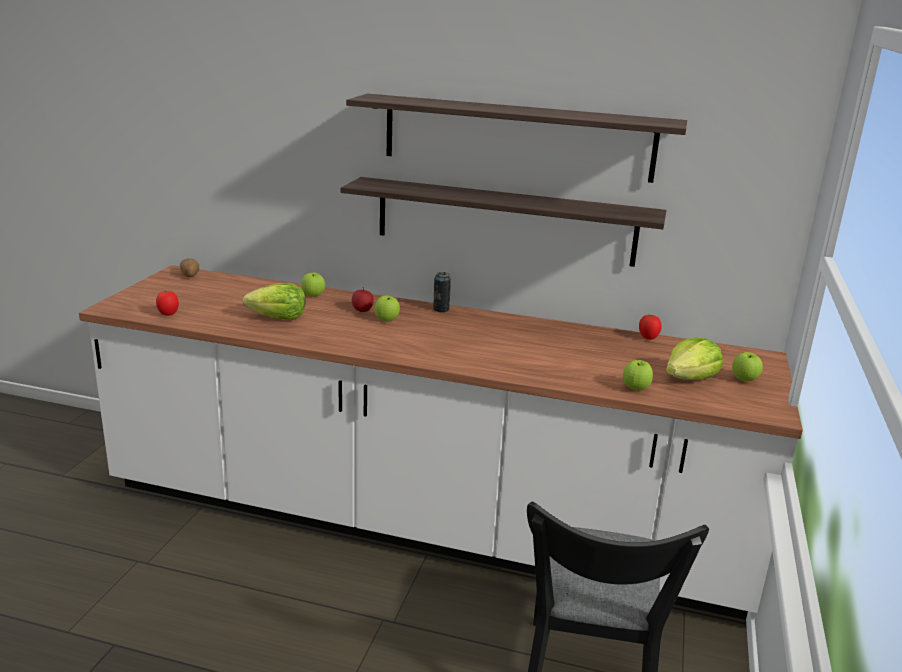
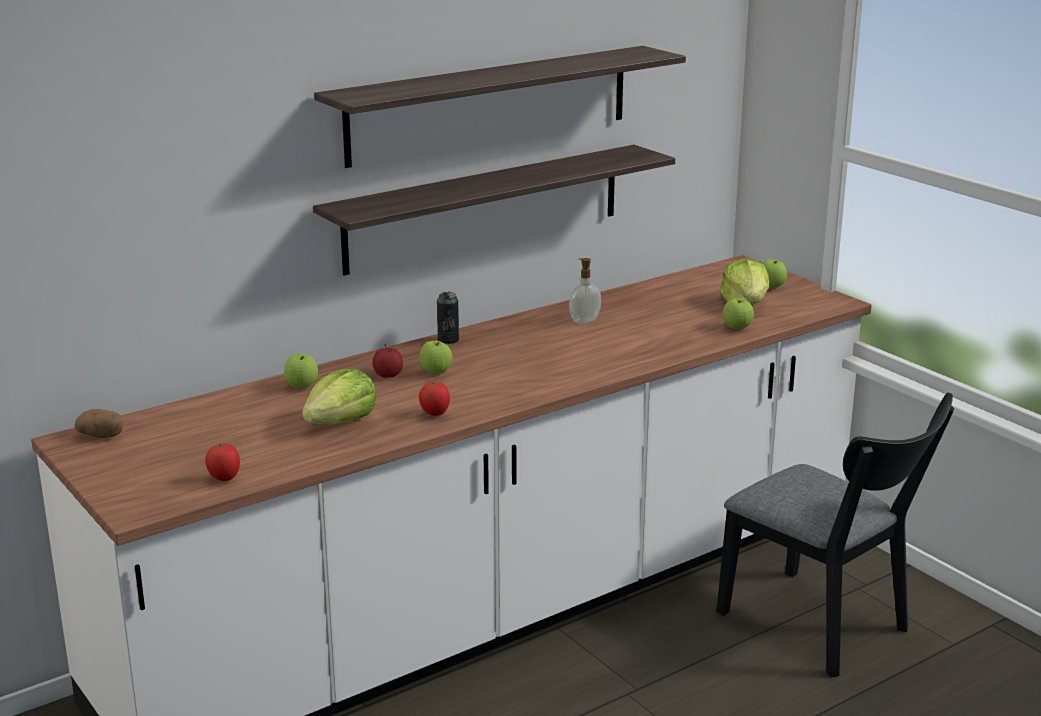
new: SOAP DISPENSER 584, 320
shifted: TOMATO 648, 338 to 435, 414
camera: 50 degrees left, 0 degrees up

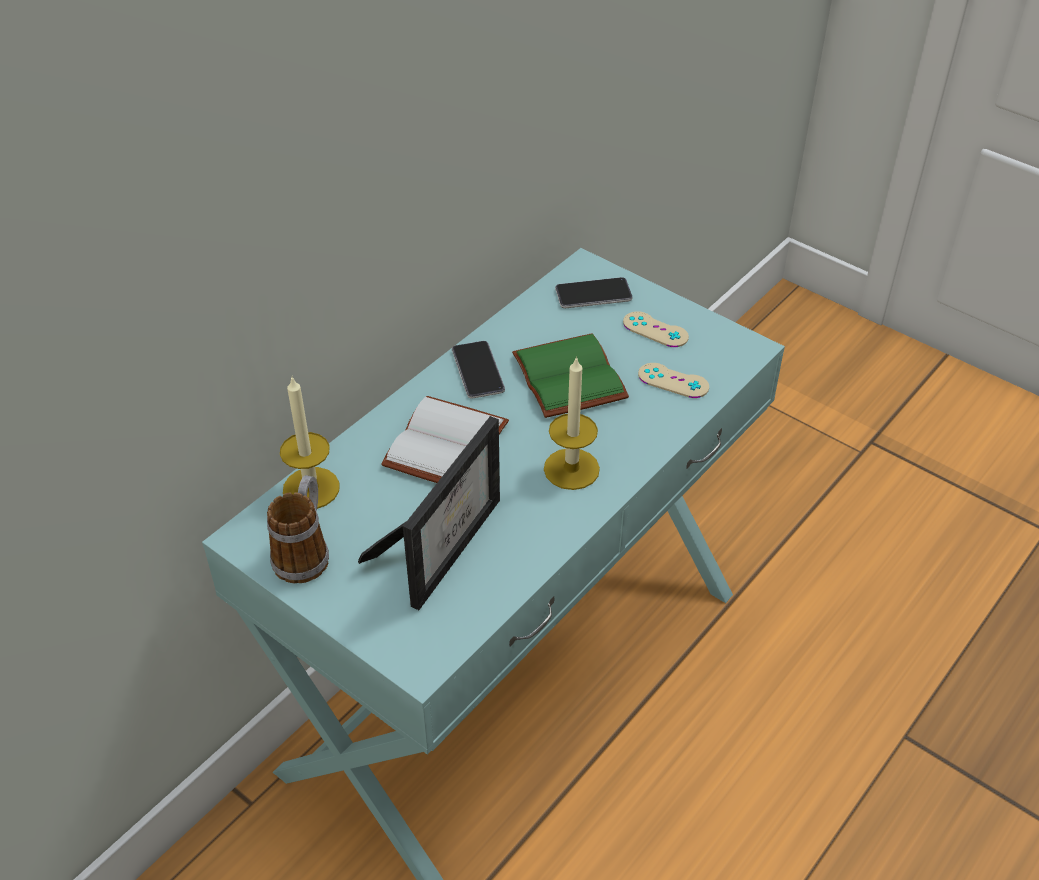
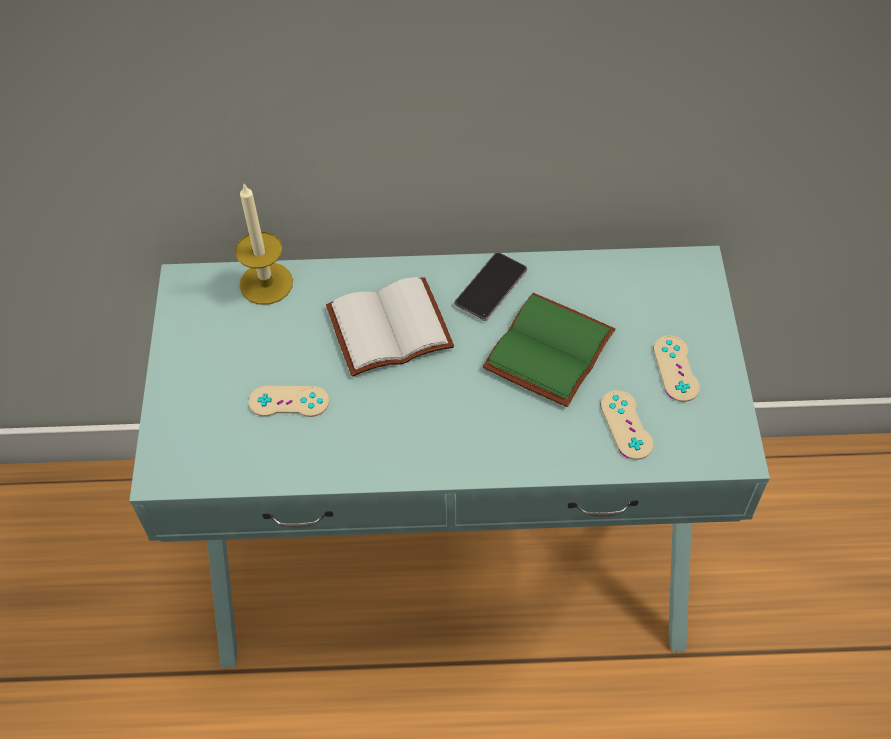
gone: PHONE 593, 294; CANDLE 571, 469; MUG 305, 552
swapped: PICTURE FRAME 444, 543 to BEIGE GAME CONTROLLER 289, 402
camera: 50 degrees right, 10 degrees up

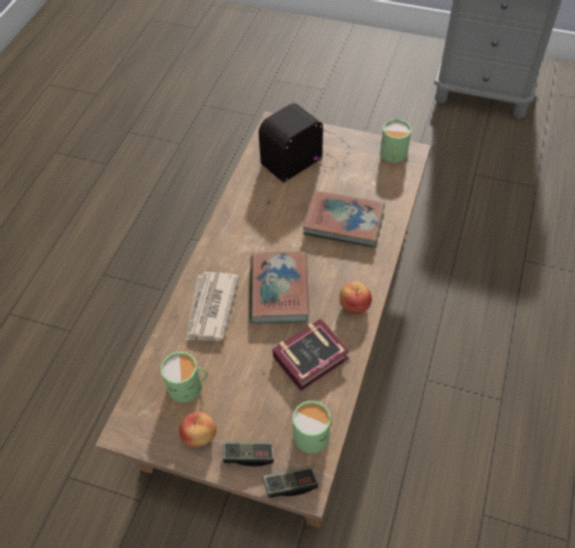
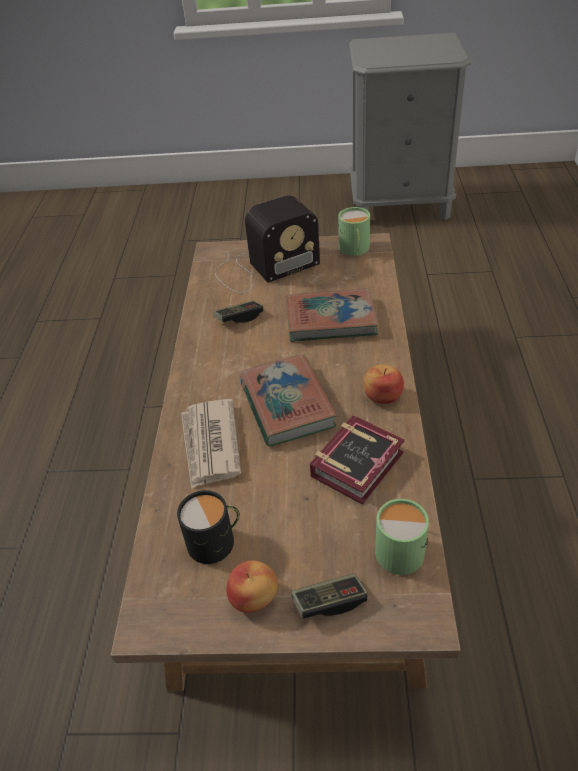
shifted: GAME CONTROLLER 290, 485 to 239, 318
repainted: GREEN MUG 188, 386 to BLACK MUG 216, 541
rotated: RADIO 309, 154 = 262, 268 150 degrees counterclockwise
camera: 15 degrees left, 10 degrees down

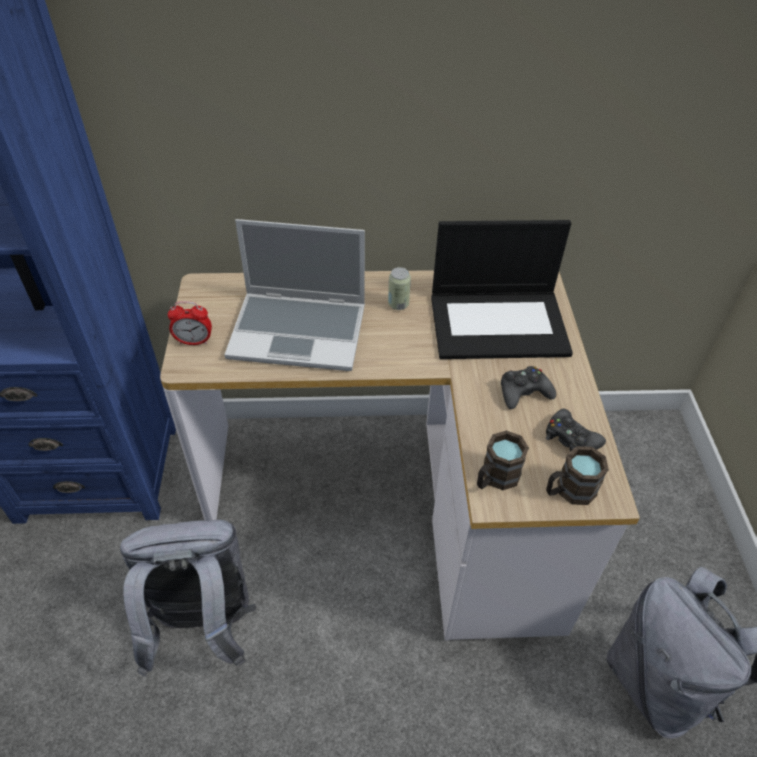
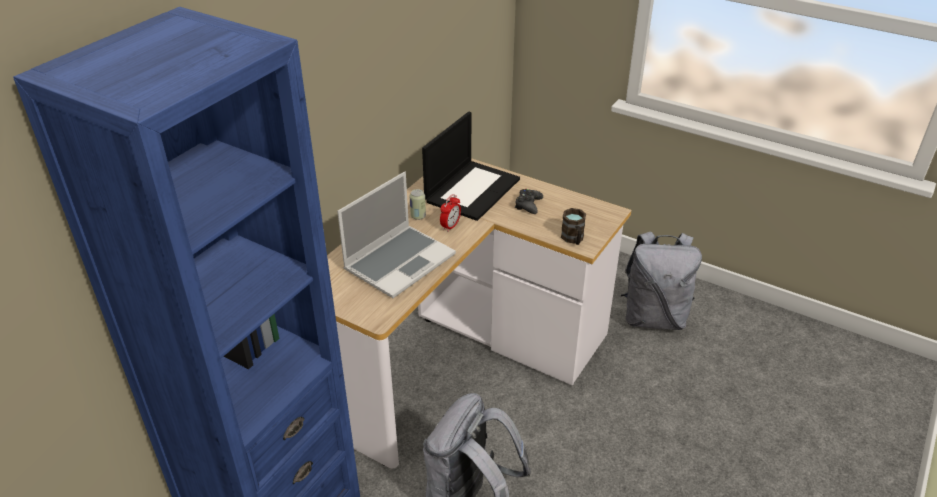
gone: BLACK GAME CONTROLLER 570, 439; BROWN MUG 568, 491
shifted: ALARM CLOCK 194, 341 to 450, 226
camera: 55 degrees left, 10 degrees down

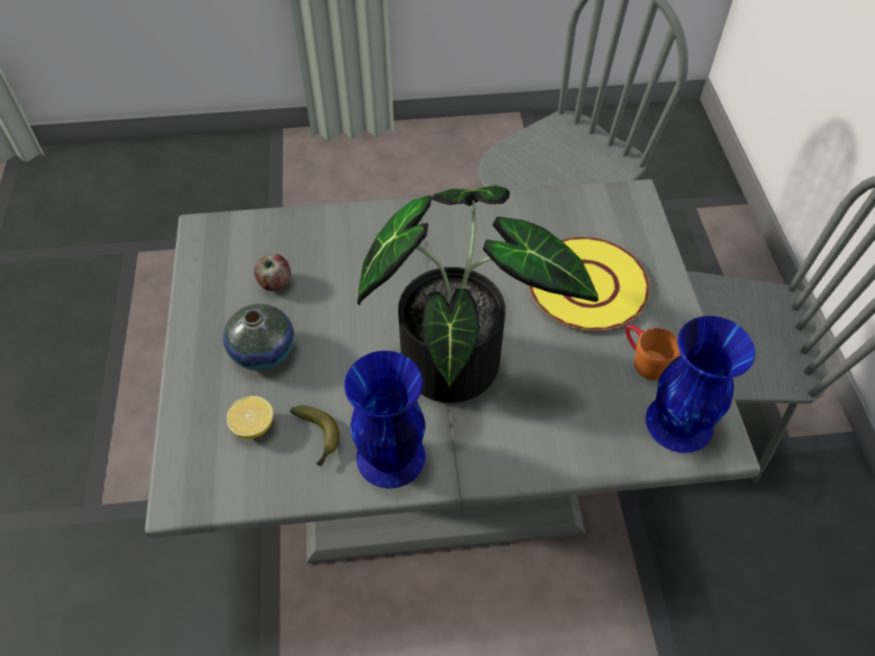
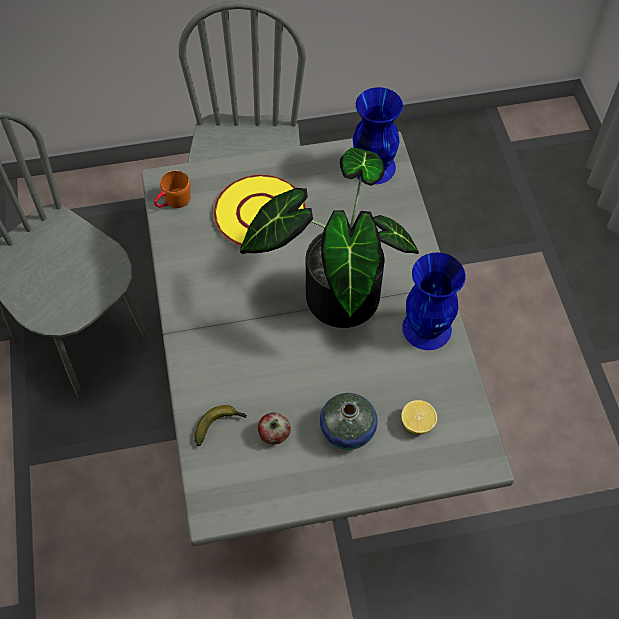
shifted: ORANGE MUG 644, 360 to 173, 202; BANANA 318, 438 to 219, 425
camera: 95 degrees left, 5 degrees up

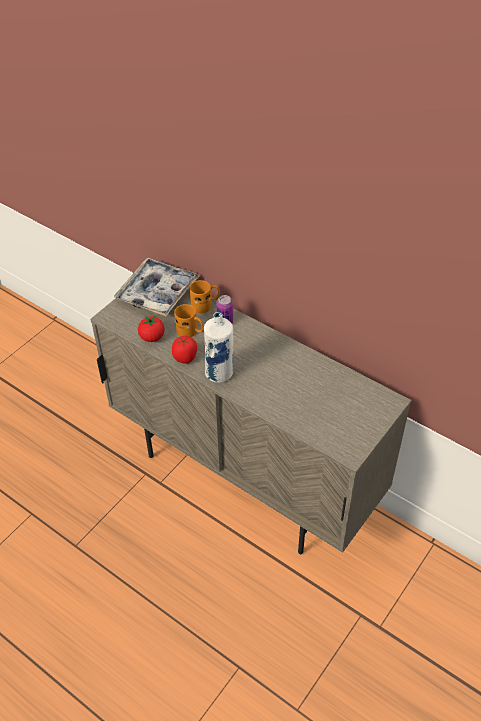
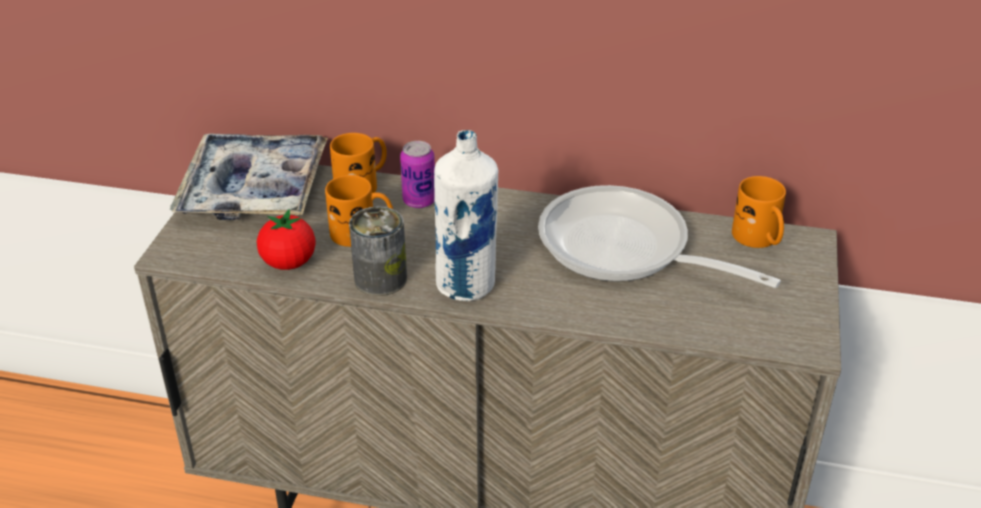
new: ORANGE MUG 760, 240; FRYING PAN 625, 250
swapped: TOMATO 185, 358 to CAN 380, 278
camera: 25 degrees left, 10 degrees down

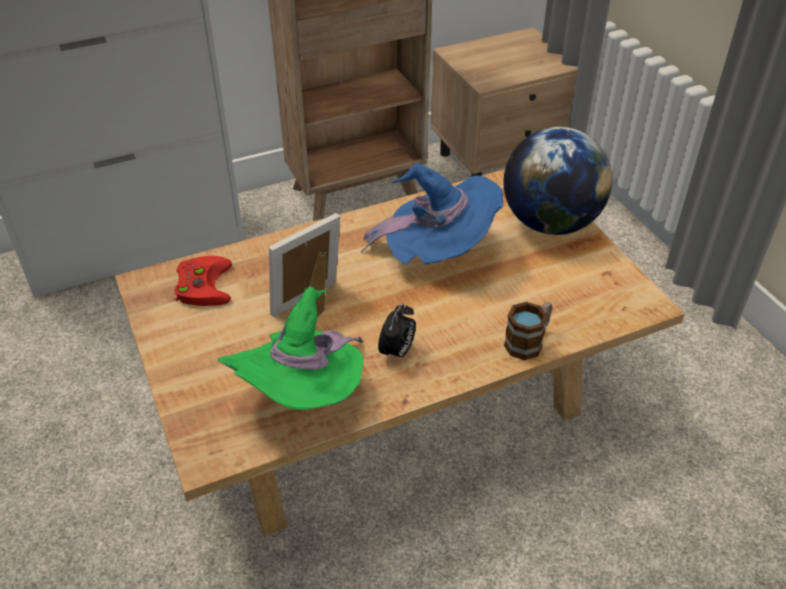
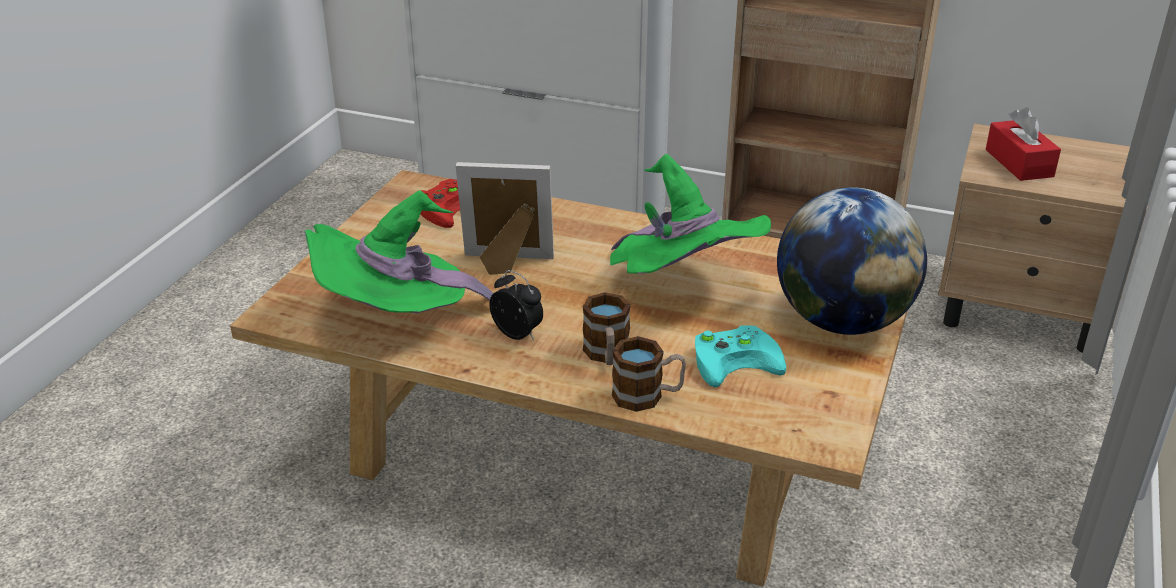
new: RED TISSUE BOX 1019, 163; MUG 607, 355; TURQUOISE GAME CONTROLLER 737, 359
repainted: BLUE HAT 438, 252 to GREEN HAT 683, 285
rotated: ALARM CLOCK 397, 352 = 518, 334 120 degrees counterclockwise
camera: 45 degrees right, 10 degrees down

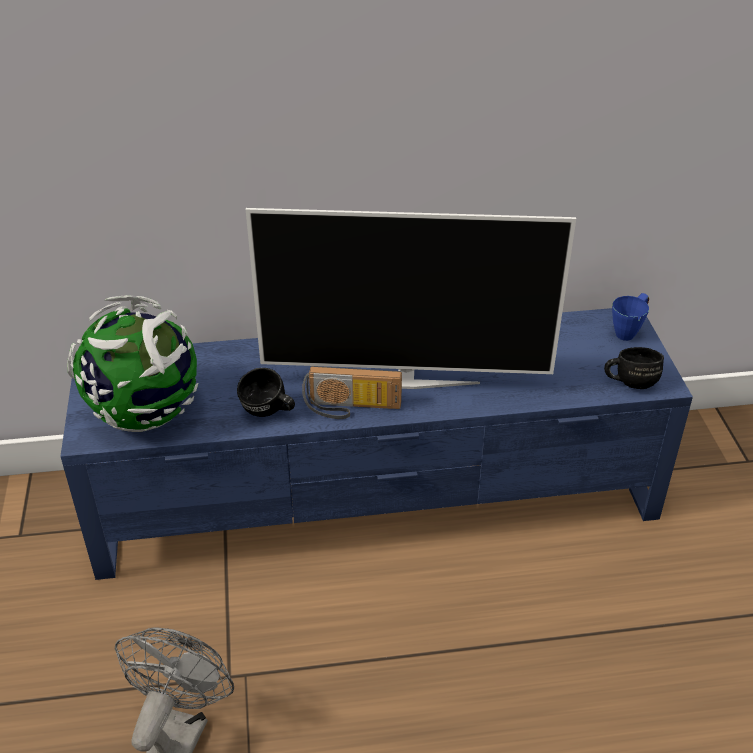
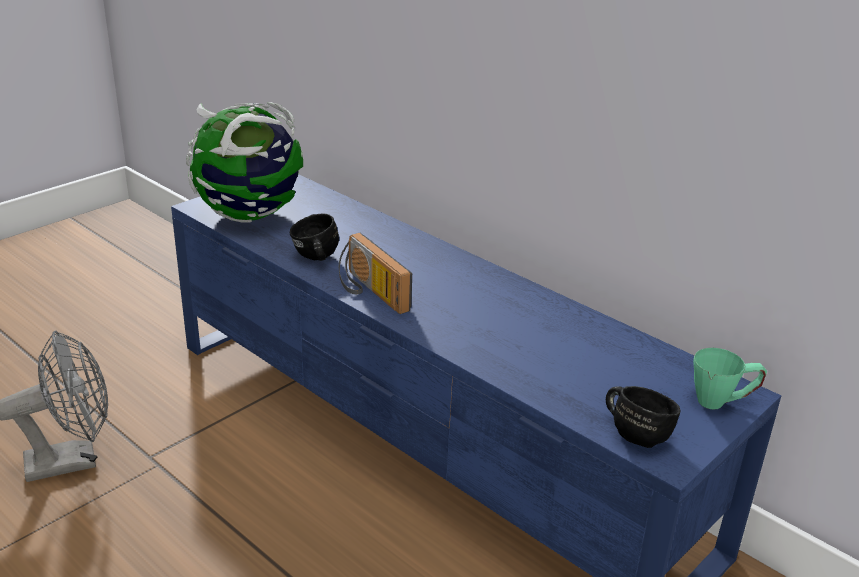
gone: TELEVISION 405, 379
repainted: BLUE MUG 629, 331 to GREEN MUG 722, 402
camera: 50 degrees right, 10 degrees down

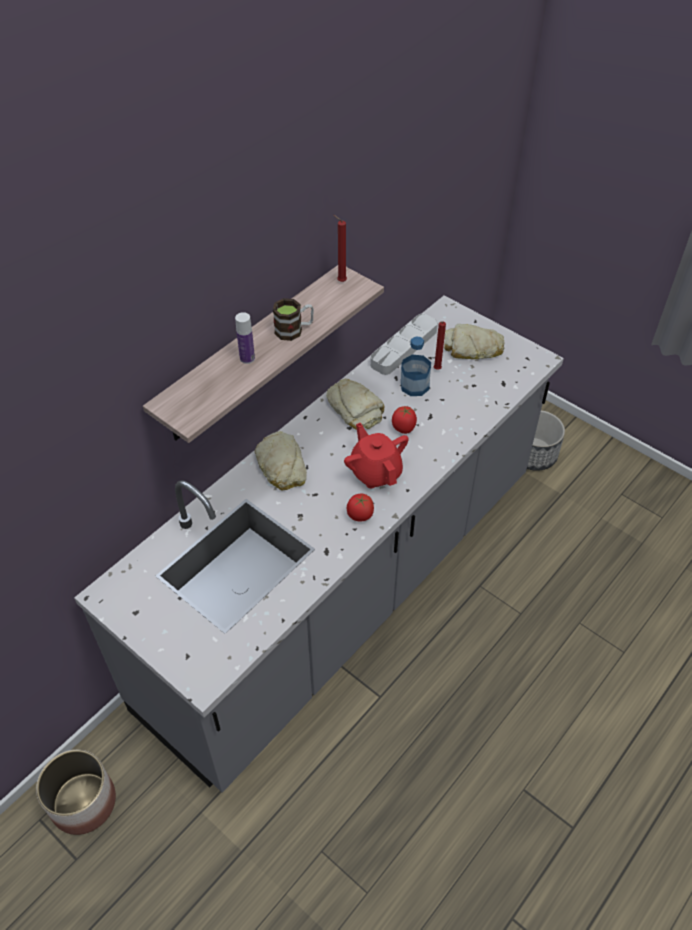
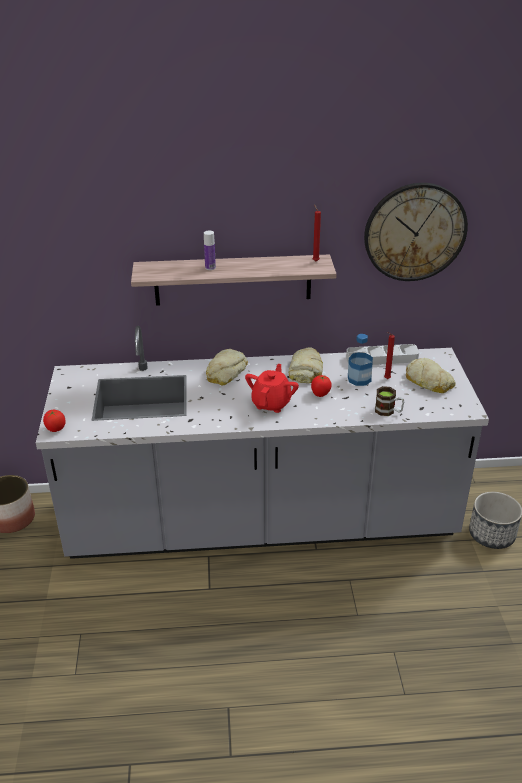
new: WALL CLOCK 415, 232
shifted: MUG 294, 330 to 388, 411; TOMATO 360, 515 to 55, 429
camera: 45 degrees right, 15 degrees down

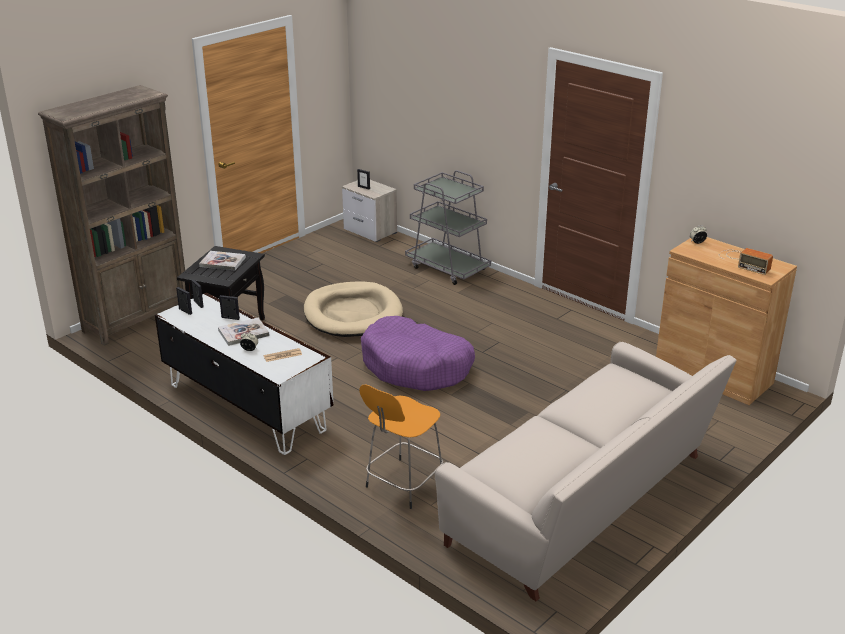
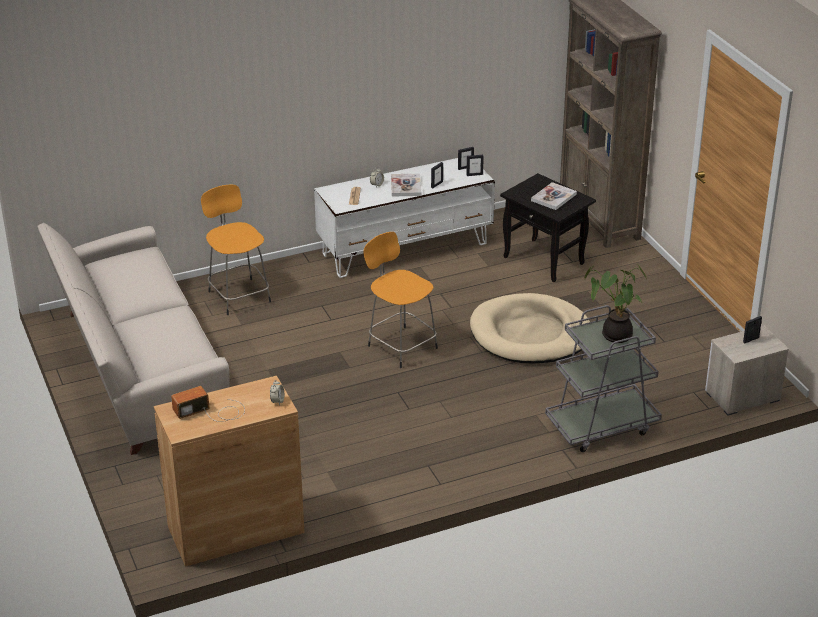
new: POTTED PLANT 614, 335
swapped: PURPLE DOG BED 416, 366 to ORANGE STOOL 401, 346
camera: 115 degrees right, 5 degrees up

